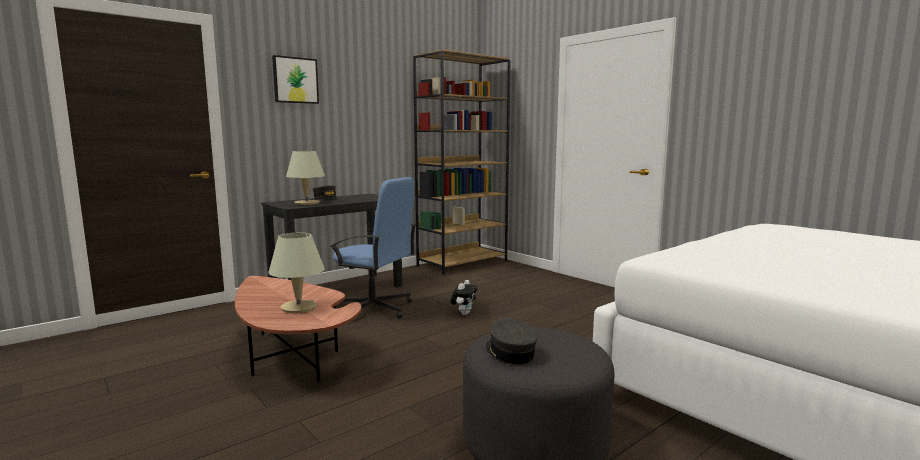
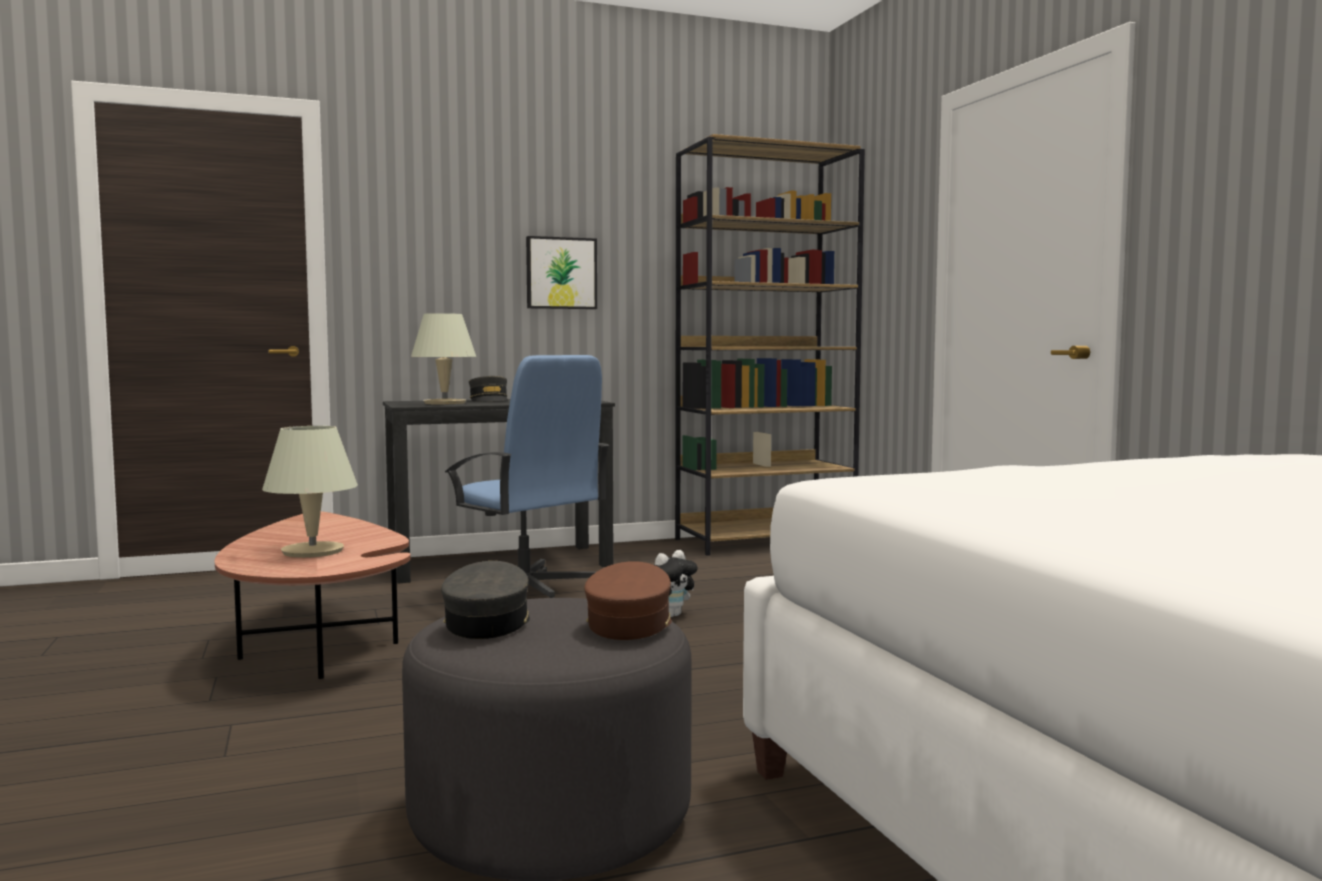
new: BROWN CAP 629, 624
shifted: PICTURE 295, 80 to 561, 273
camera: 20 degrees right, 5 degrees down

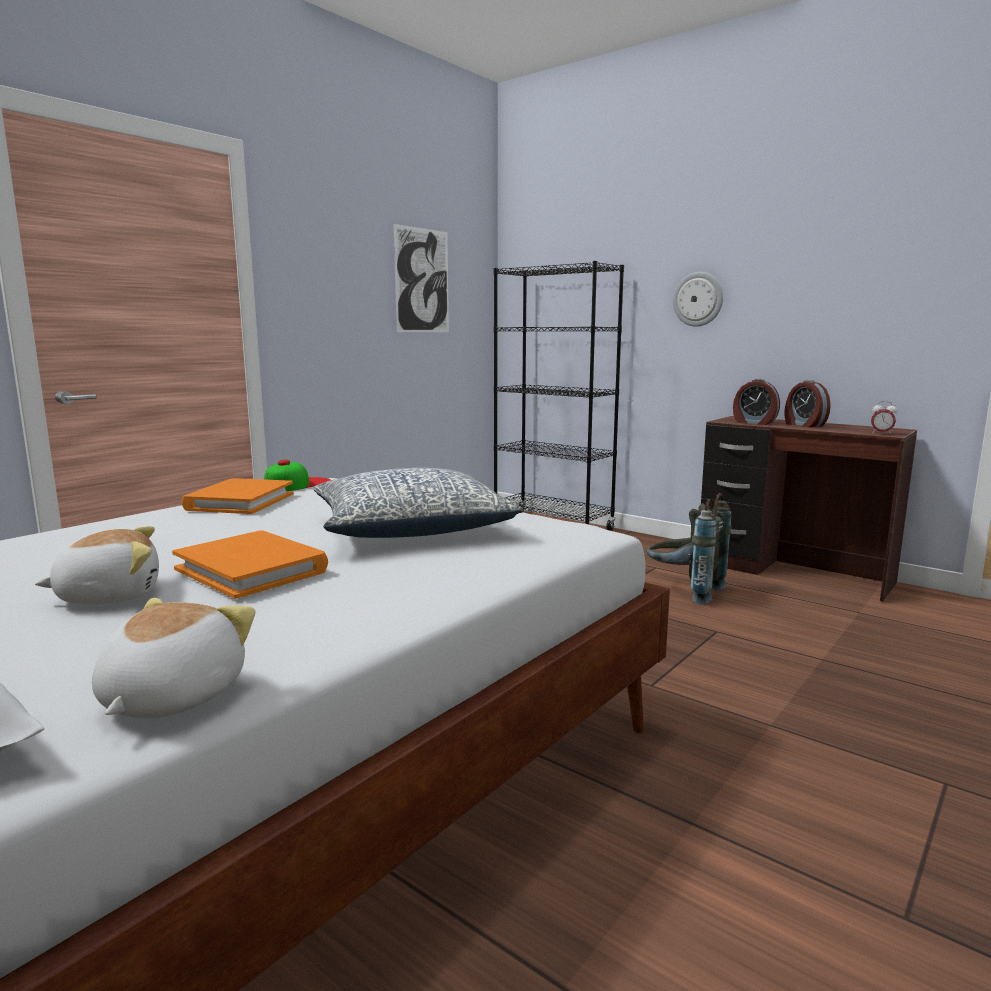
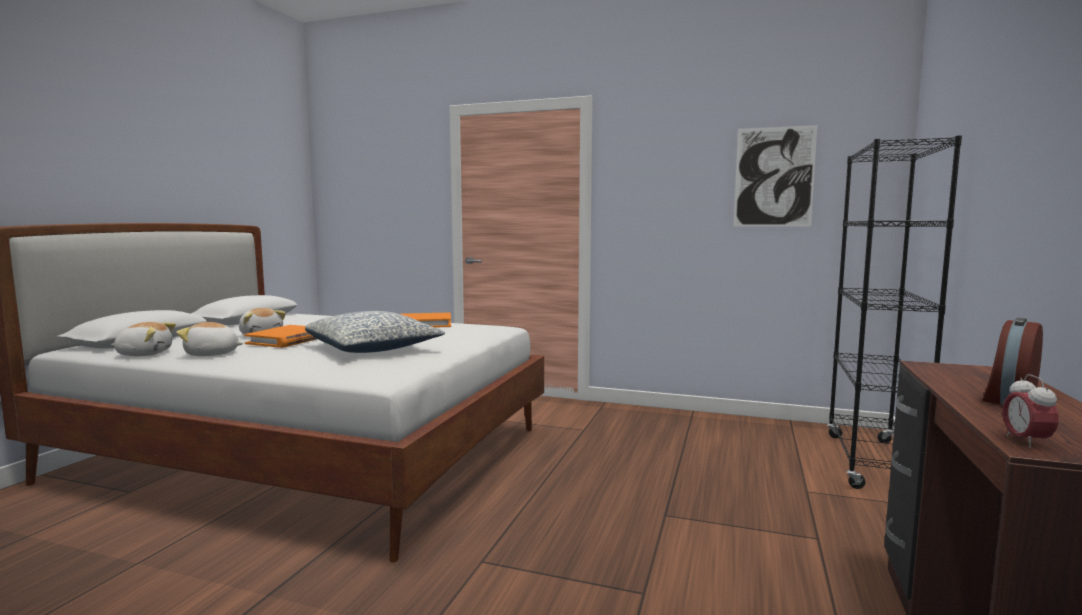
gone: WALL CLOCK 698, 299; ALARM CLOCK 754, 422; CAP 297, 484; GREY BACKPACK 684, 591
new: PLUSH TOY 212, 354
camera: 70 degrees right, 5 degrees down

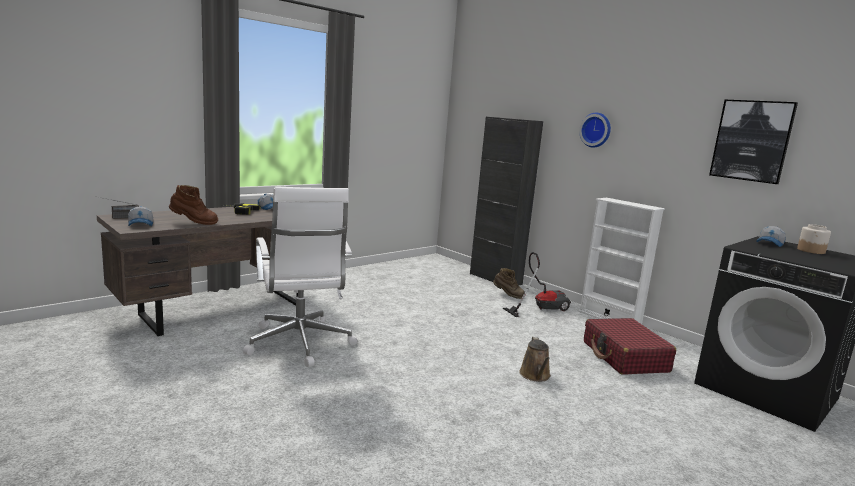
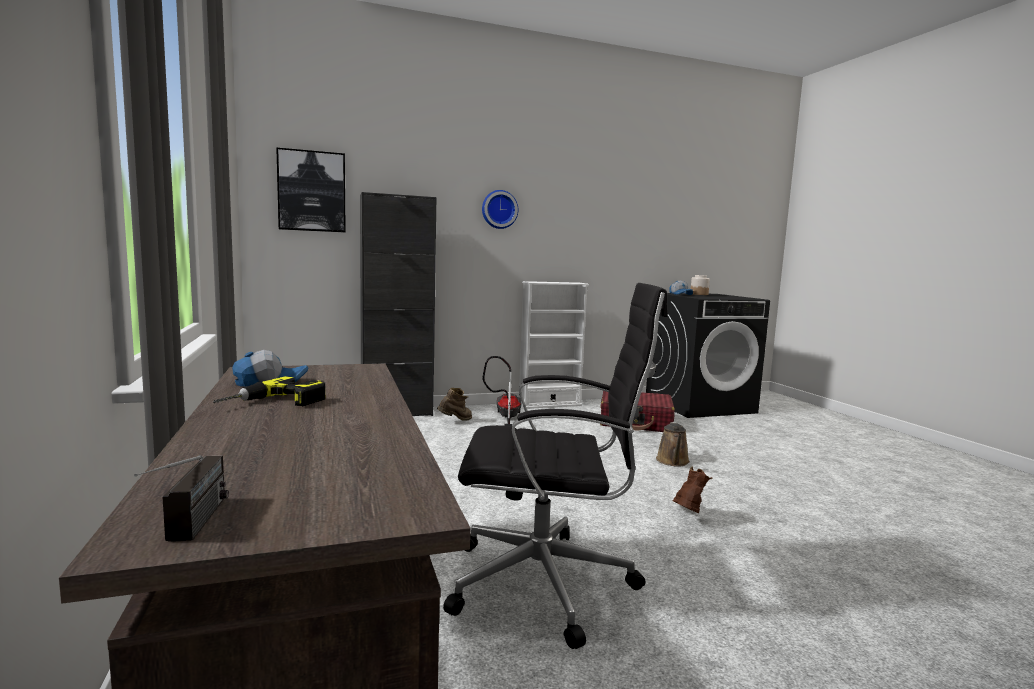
gone: CAP 141, 224
shifted: PICTURE 751, 141 to 312, 191; BROWN BOOT 193, 223 to 687, 516
repainted: WHITE OFFICE CHAIR 300, 344 to BLACK OFFICE CHAIR 547, 583
rotated: BROWN WATERING CAN 535, 376 = 673, 462 75 degrees clockwise
camera: 65 degrees left, 5 degrees down

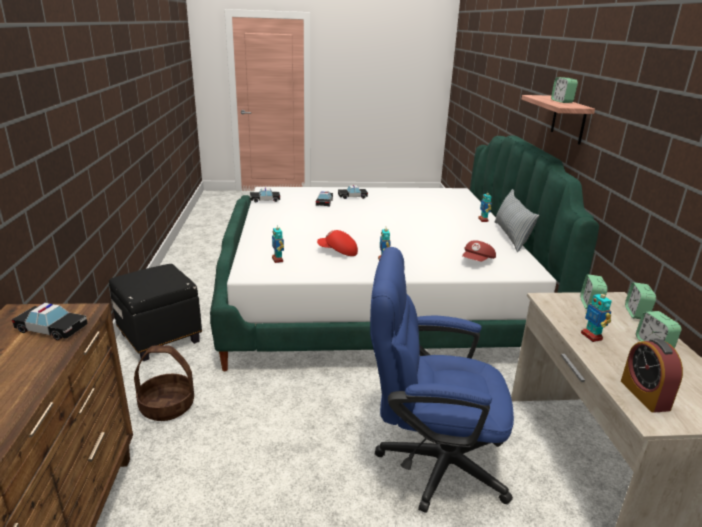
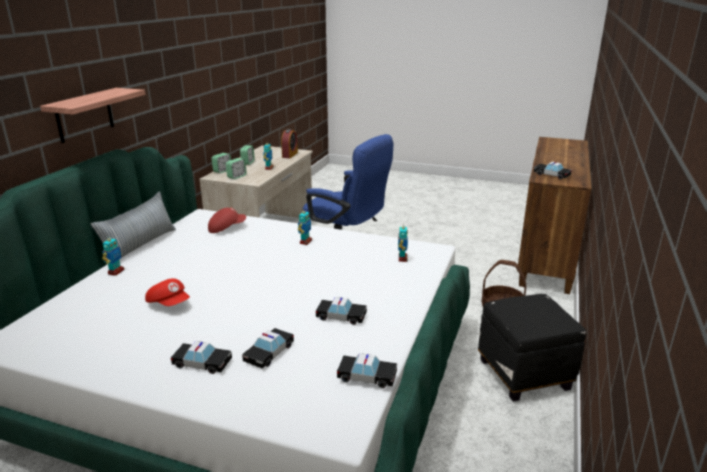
gone: ALARM CLOCK 562, 101
new: TOY CAR 341, 316
shifted: RED CAP 338, 252 to 169, 303
camera: 155 degrees left, 0 degrees up

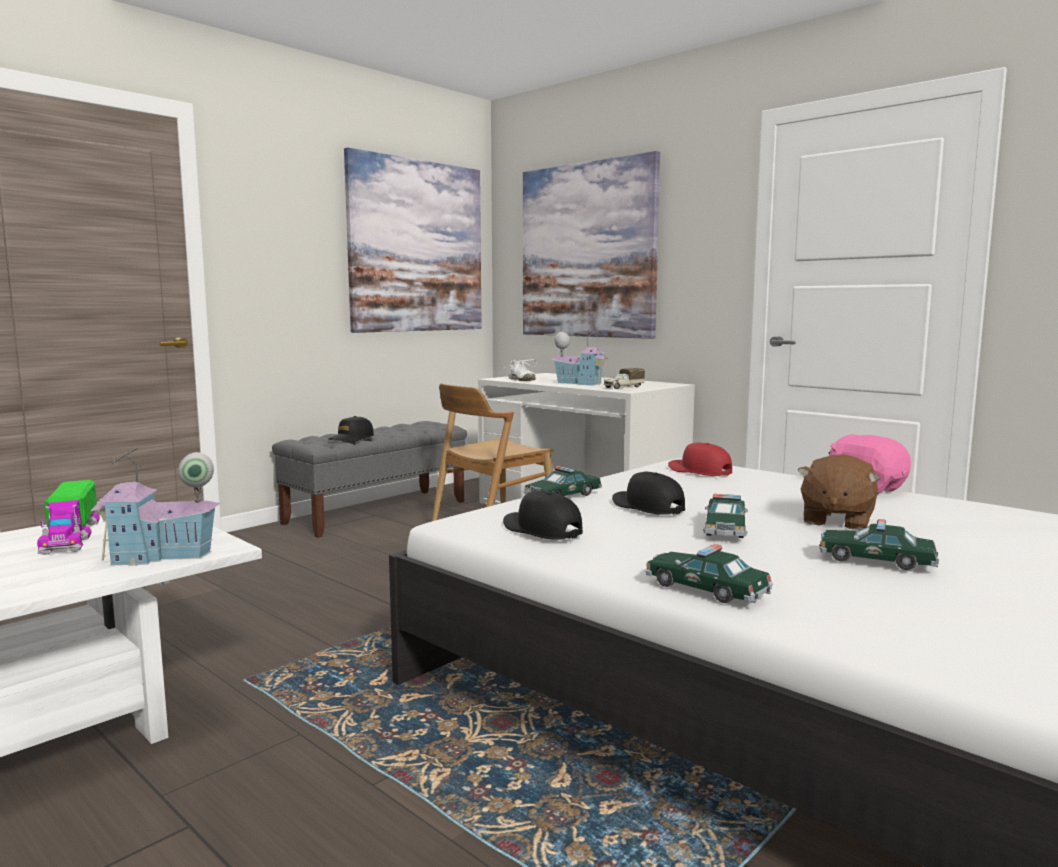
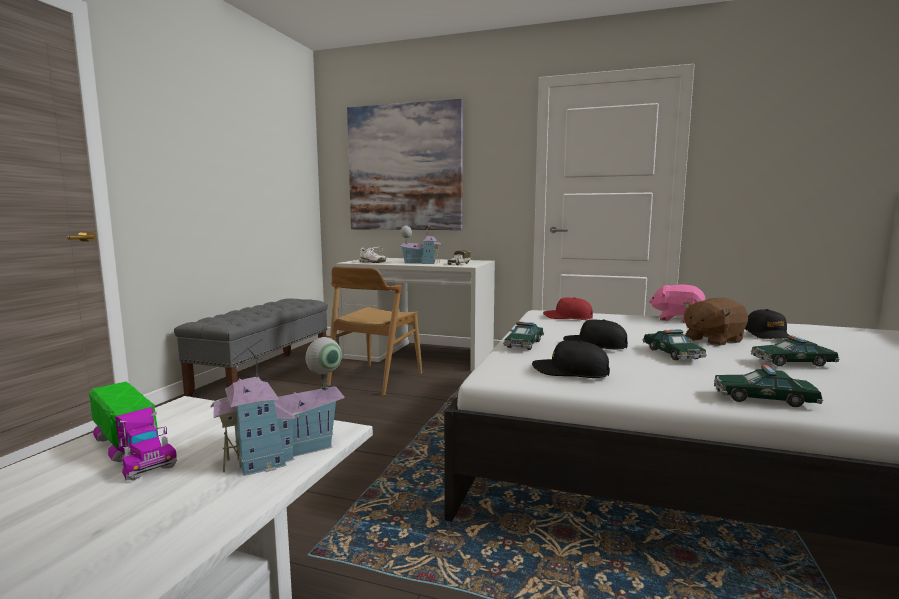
gone: PICTURE 416, 246
shifted: BLACK CAP 351, 438 to 768, 334
rotated: BROWN PLUSH TOY 836, 520 = 712, 340 60 degrees clockwise
camera: 25 degrees left, 0 degrees up

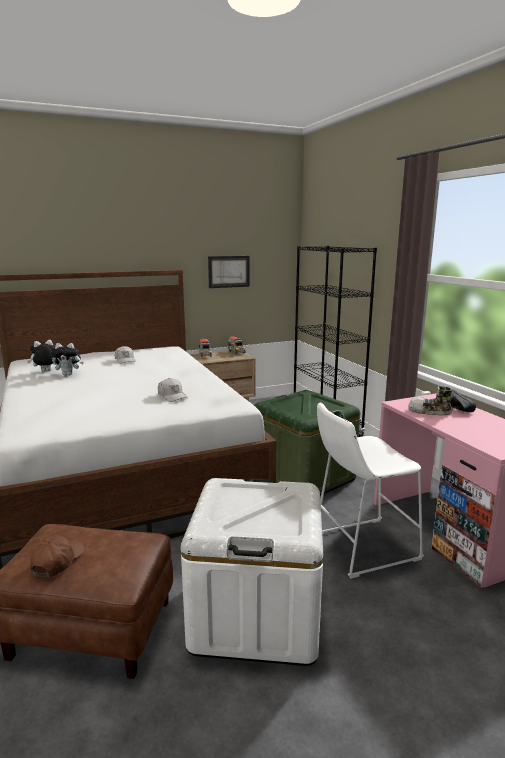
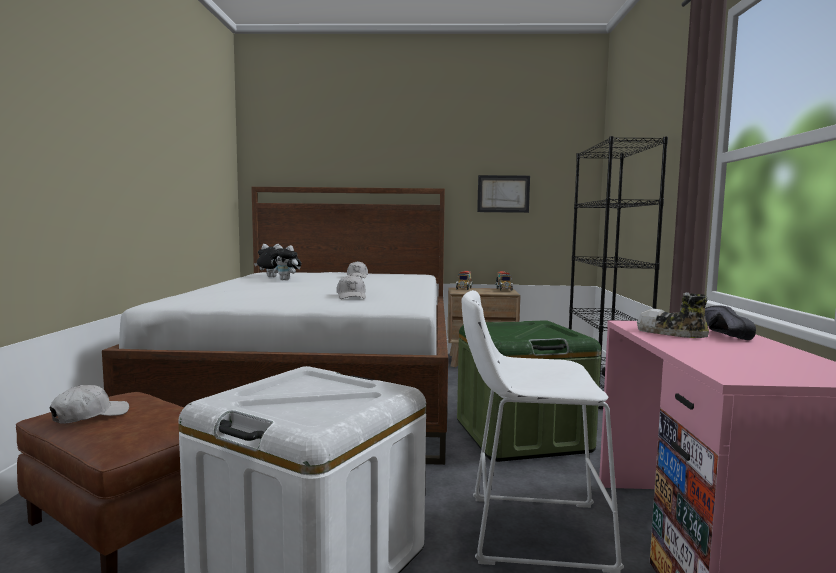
repainted: BROWN CAP 57, 561 to WHITE CAP 90, 415
camera: 25 degrees right, 10 degrees down

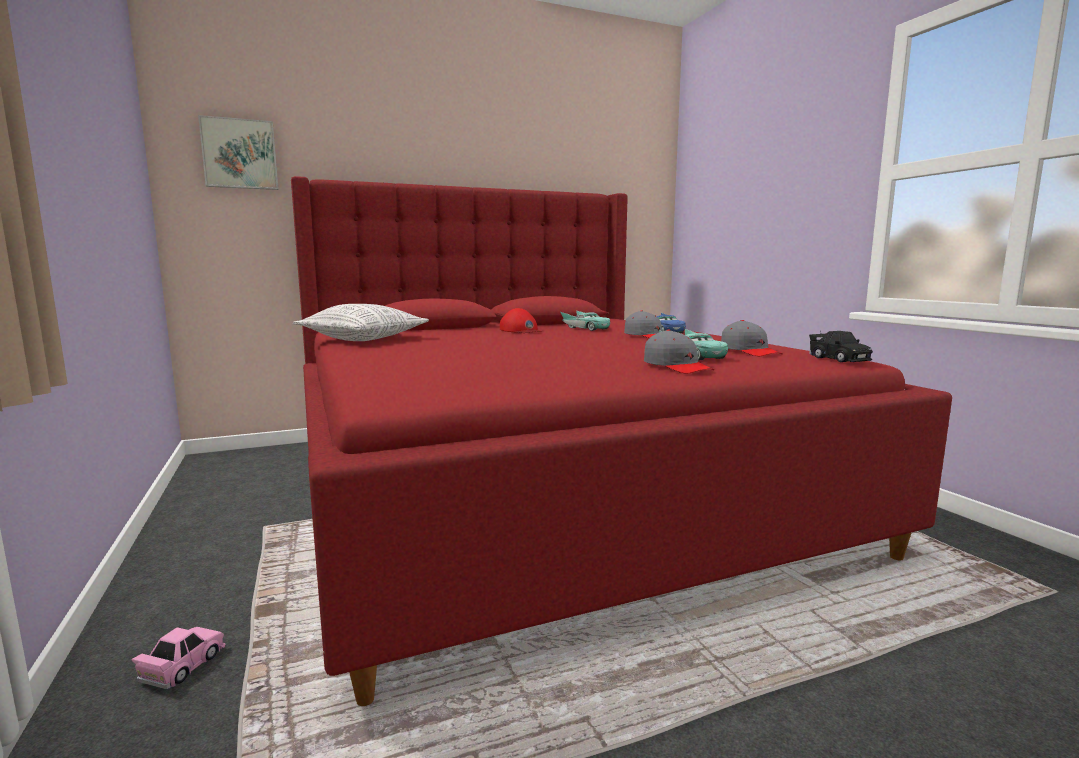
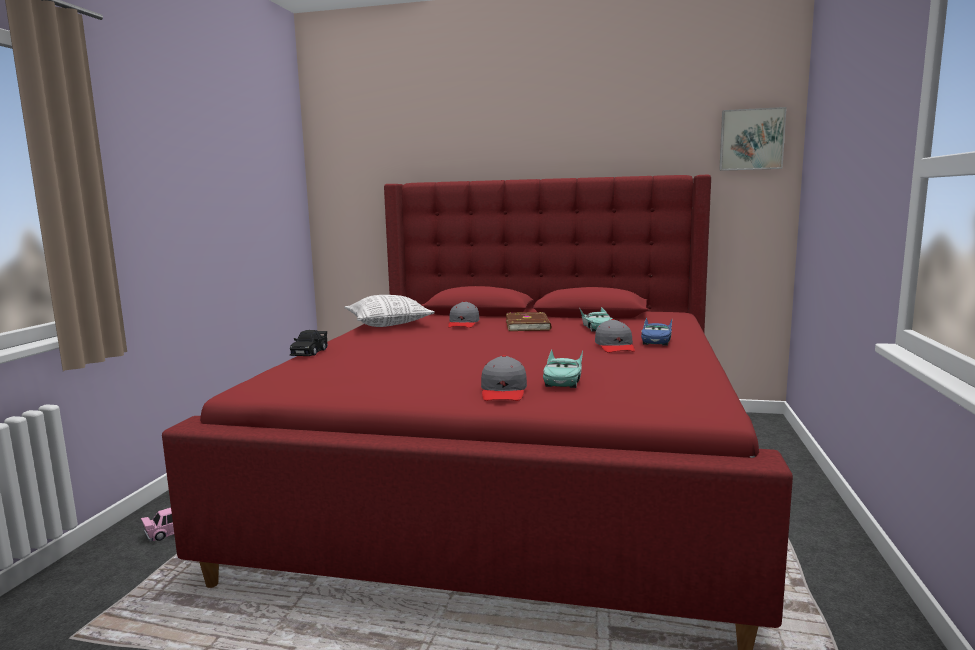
shifted: PICTURE 240, 154 to 751, 139; GREY CAP 749, 351 to 463, 323; BLACK TOY CAR 838, 359 to 309, 352
swapped: RED CAP 521, 330 to BROWN BOOK 528, 325
camera: 35 degrees right, 0 degrees up

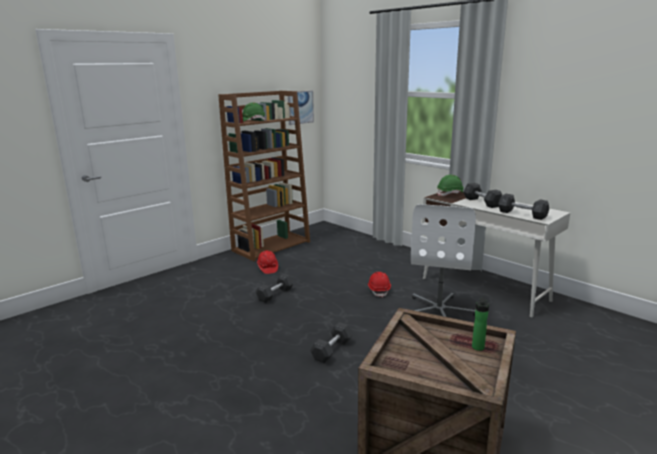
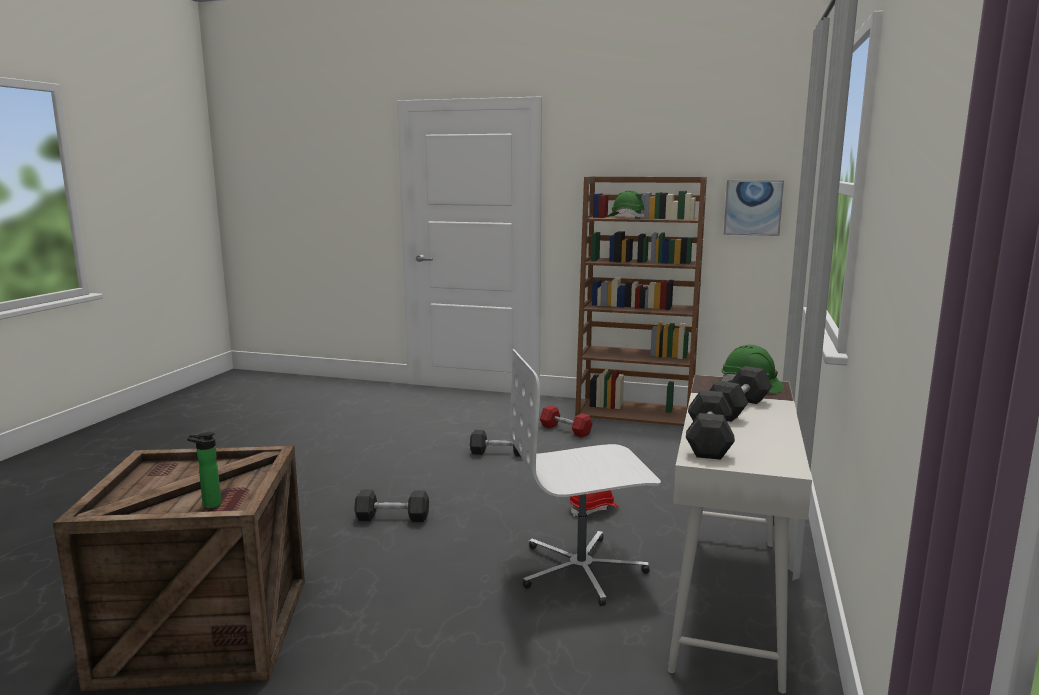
swapped: RED HARD HAT 267, 268 to RED DUMBBELL 565, 430
camera: 60 degrees right, 5 degrees down

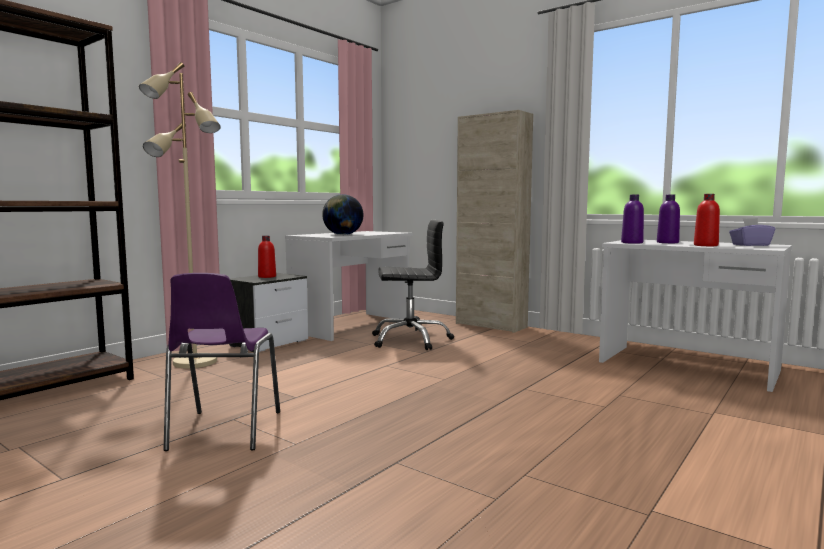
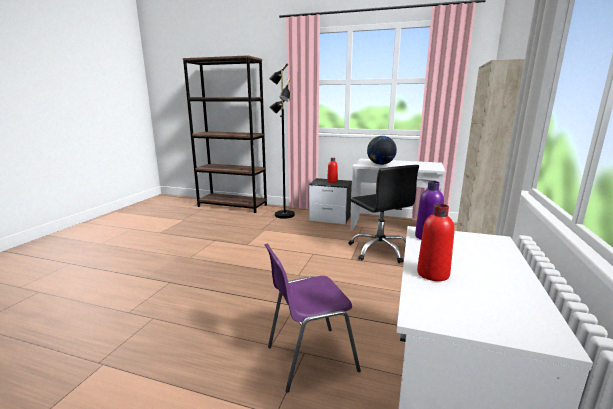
gone: PURPLE BOTTLE 667, 242; PURPLE TISSUE BOX 750, 245
shifted: PURPLE CHAIR 223, 431 to 309, 358
repainted: BEIGE FLOOR LAMP 194, 363 to BLACK FLOOR LAMP 283, 215
camera: 70 degrees right, 10 degrees up

